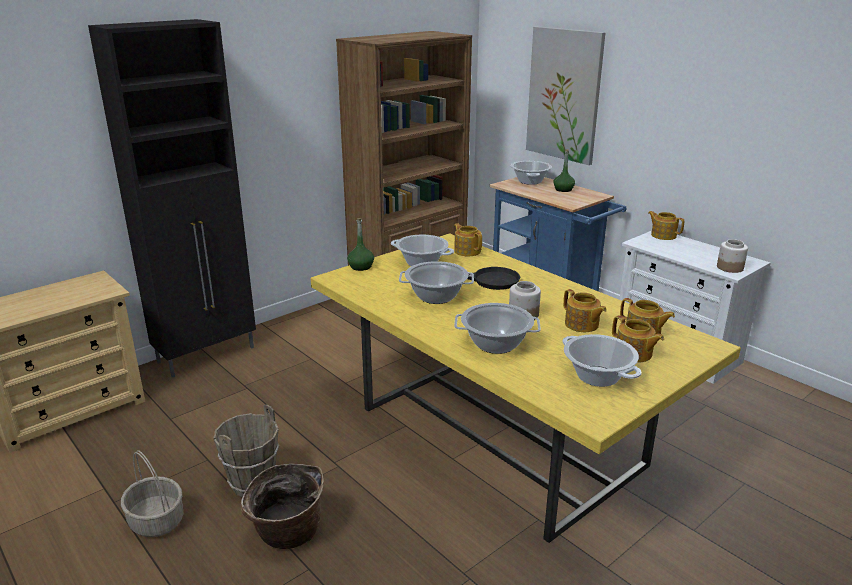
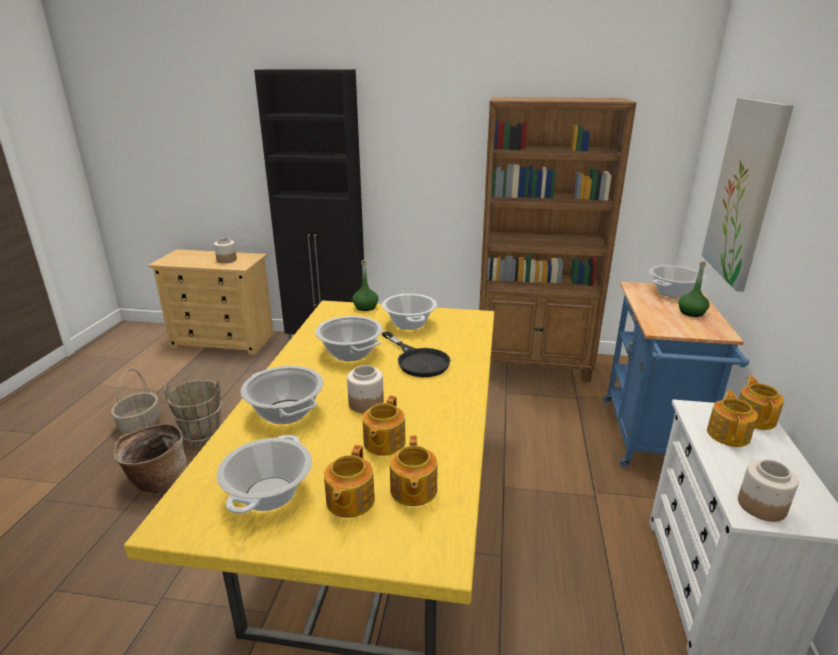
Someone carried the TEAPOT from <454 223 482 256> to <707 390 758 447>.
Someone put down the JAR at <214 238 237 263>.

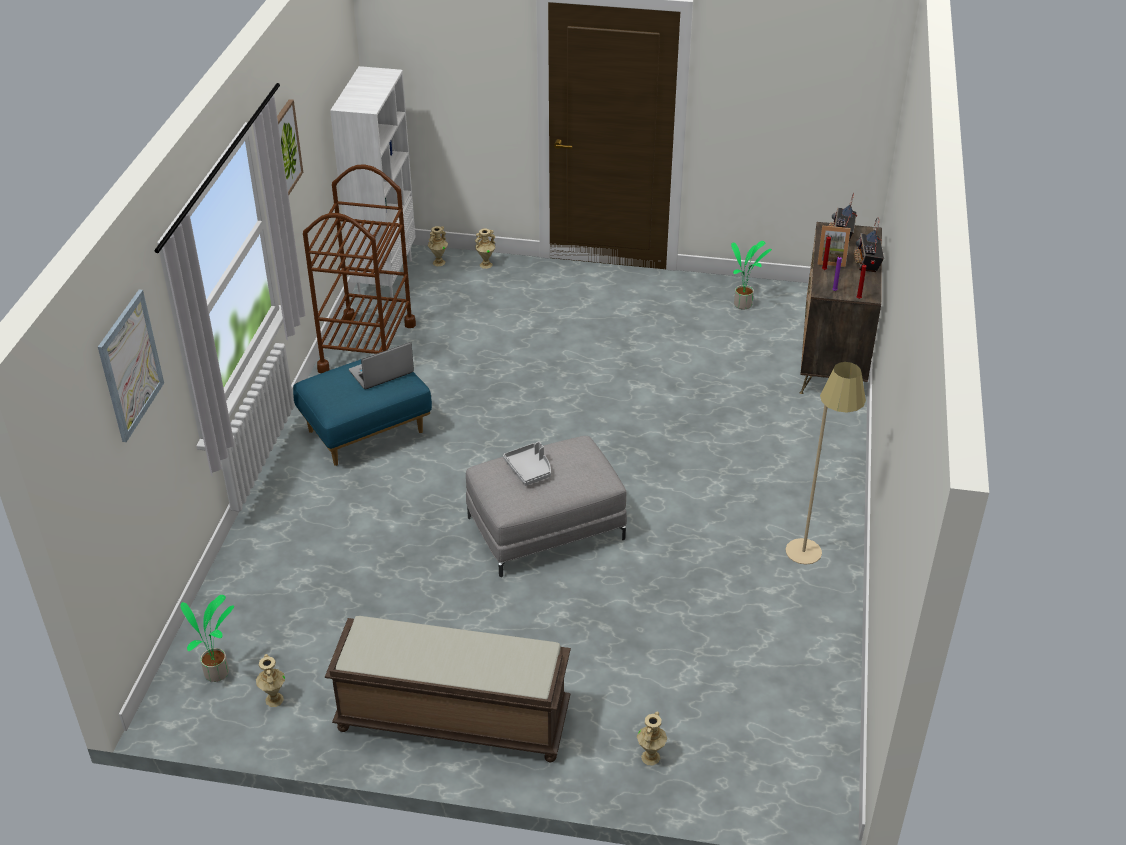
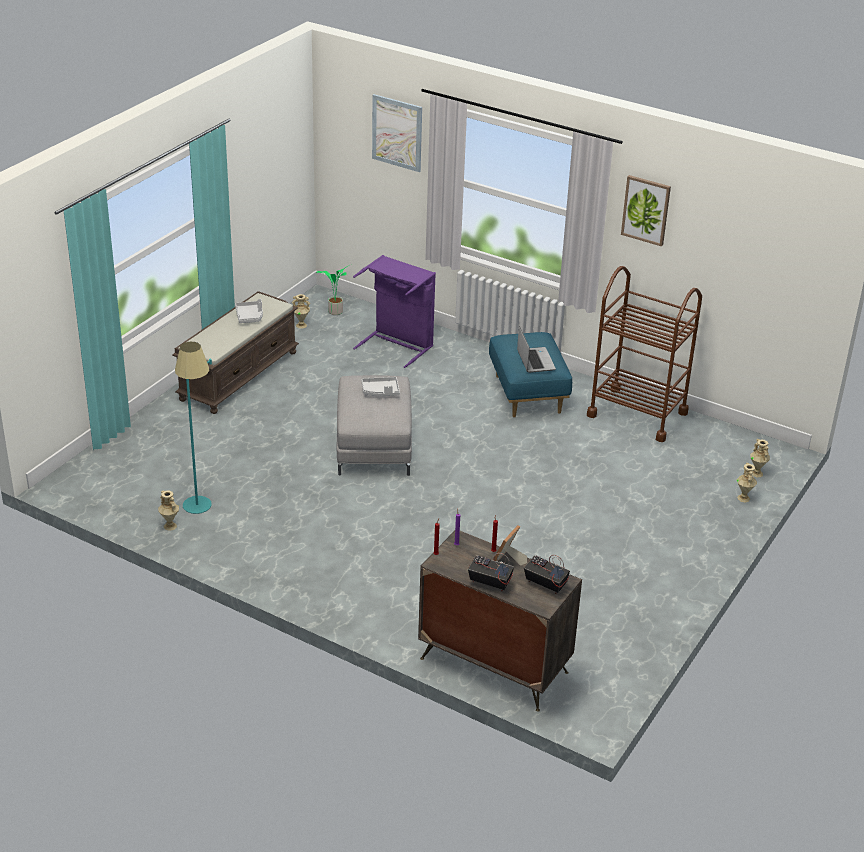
Someone took away the WHITE BOOKCASE at <330 66 416 298>.
Someone carried the BEIGE VASE from <637 711 667 765> to <158 490 179 531>.
Someone took away the POTTED PLANT at <731 241 772 310>.
Someone took away the BEIGE FLOOR LAMP at <786 362 866 565>.
Someone put down the TURQUOISE FLOOR LAMP at <175 342 212 514>.
Someone put down the GREY TRAY at <235 299 263 323>.
Someone put down the PURPLE LAUNDRY BASKET at <353 255 436 368>.

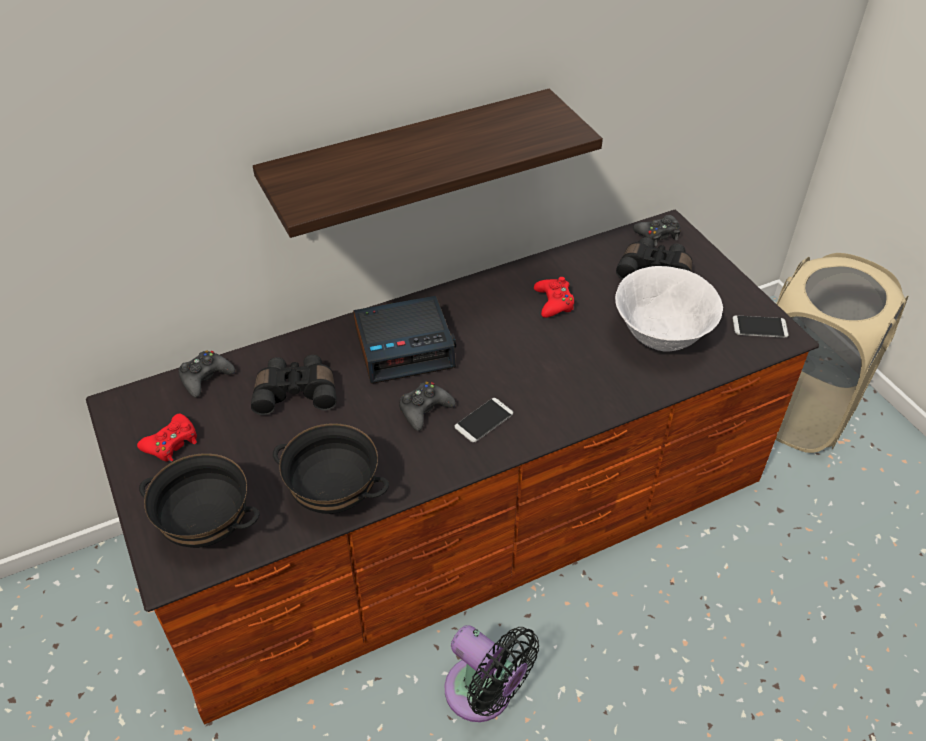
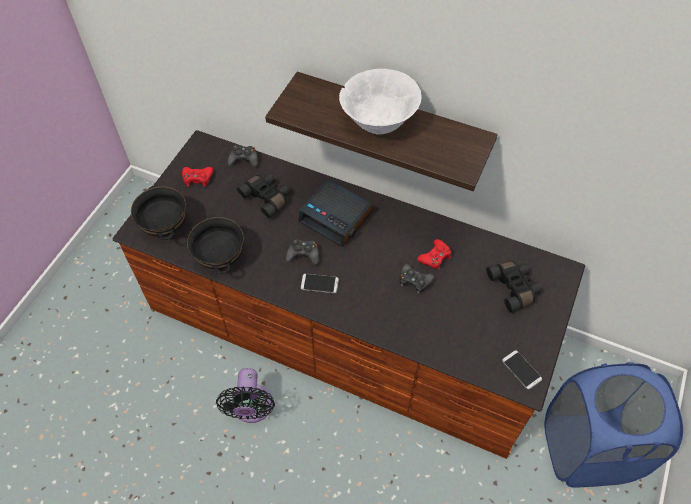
Someone carried the WHITE BOWL from <615 266 723 352> to <339 69 422 135>.
Someone carried the BLACK GAME CONTROLLER from <633 215 680 246> to <400 264 435 294>.
Someone repainted the BEIGE LAUNDRY BASKET at <775 253 908 453>, which became the BLUE LAUNDRY BASKET at <545 362 683 488>.

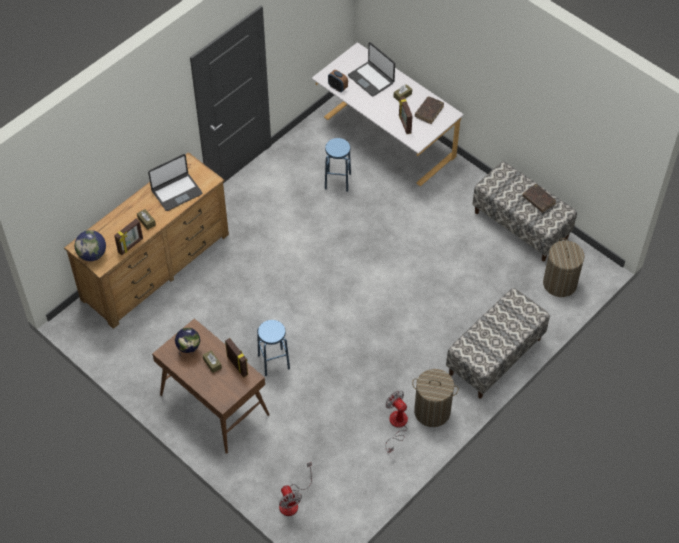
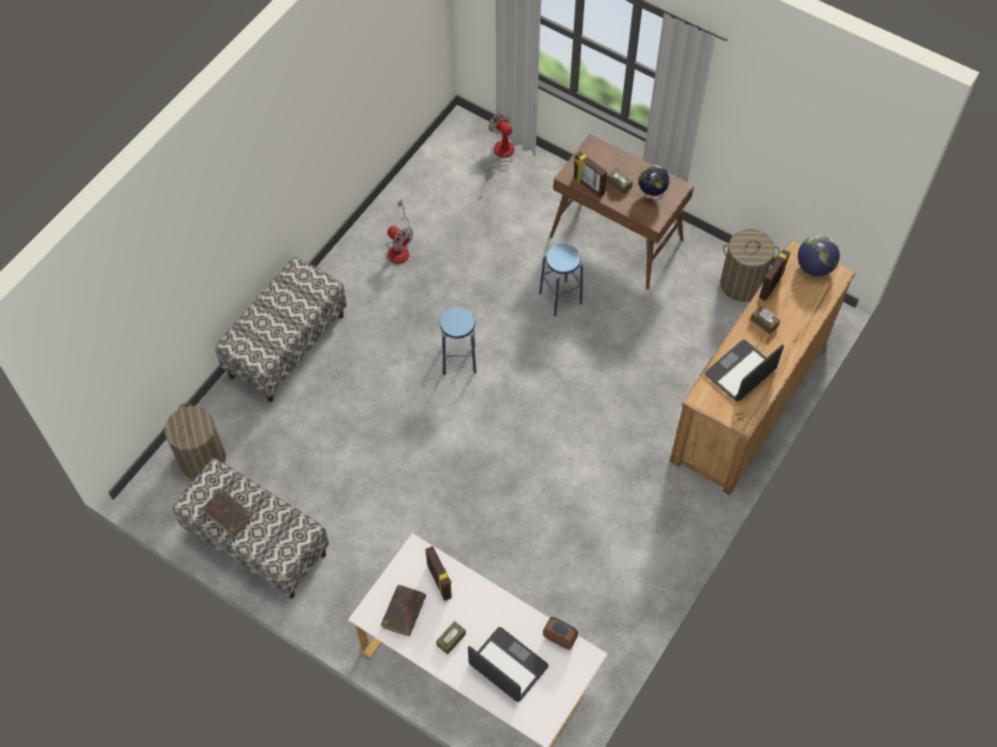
Someone carried the BLUE STOOL from <325 138 351 192> to <440 307 476 375>.
Someone carried the LAUNDRY BASKET from <412 369 459 427> to <720 229 780 302>.

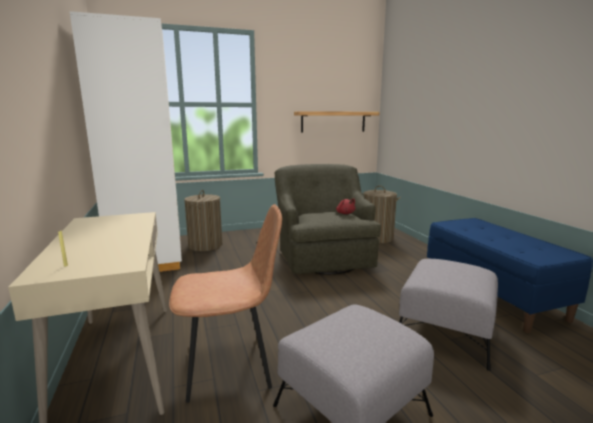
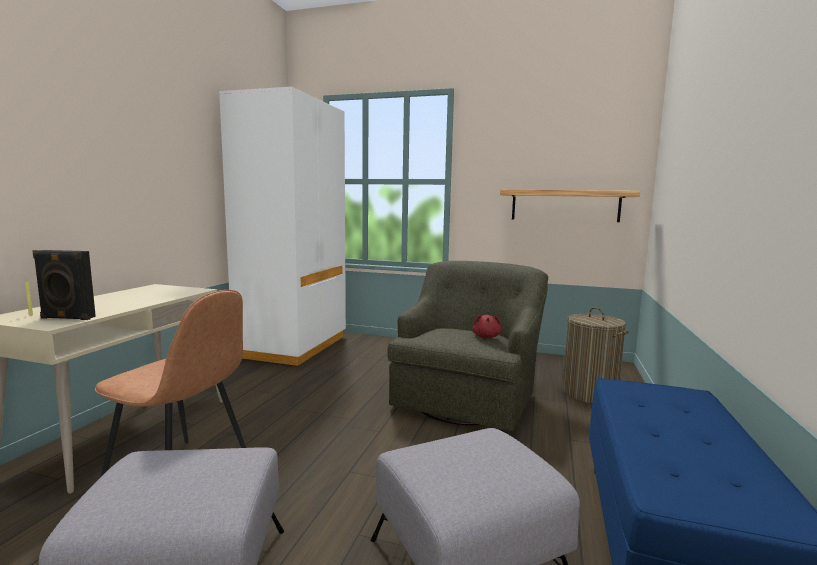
Someone took away the LAUNDRY BASKET at <184 190 222 251>.
Someone put down the BLACK SPEAKER at <32 250 96 320>.

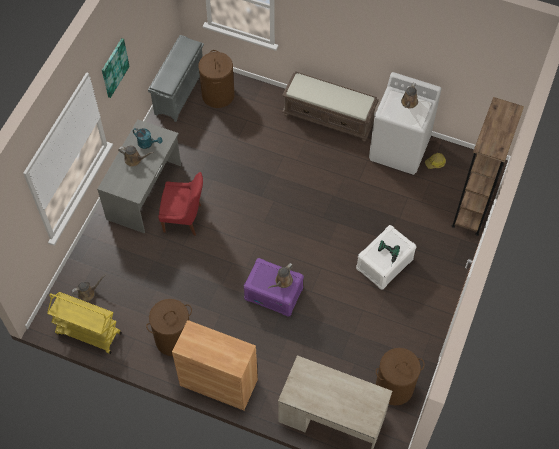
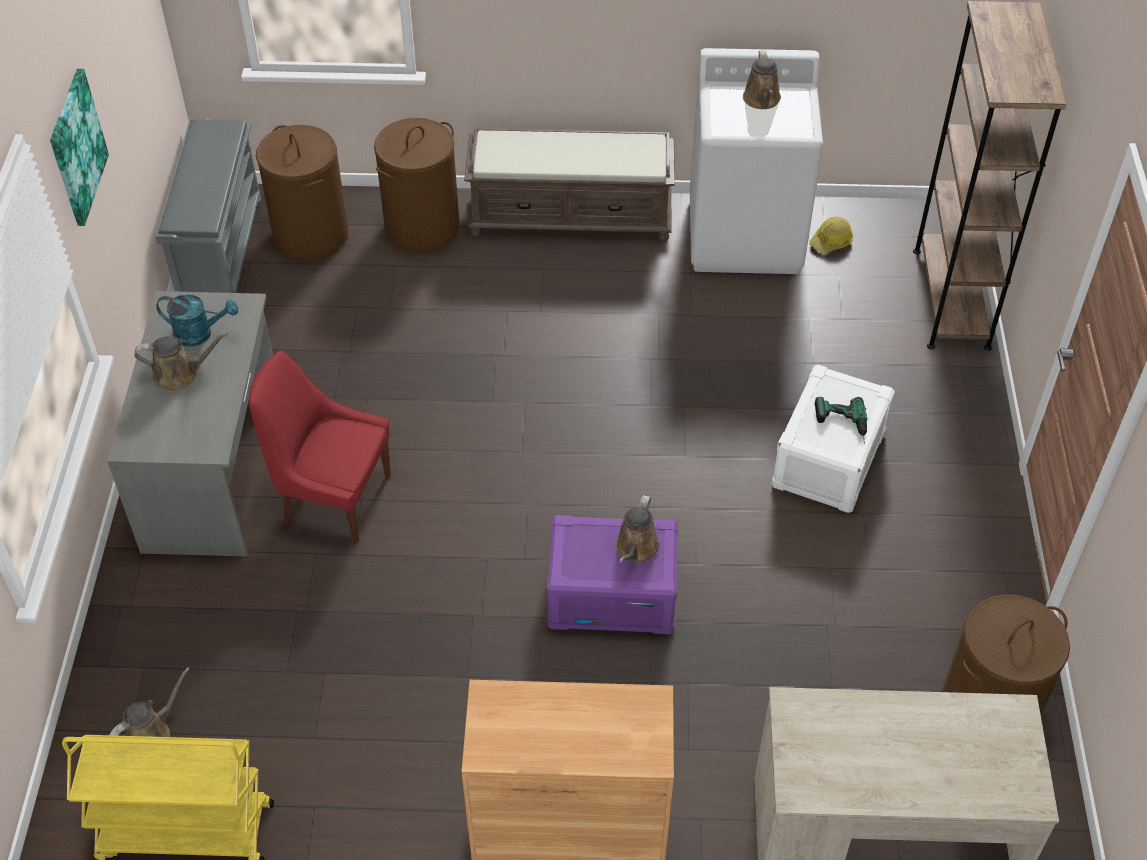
Someone carried the BROWN LAUNDRY BASKET from <146 299 192 356> to <374 118 460 253>.
Someone rotated the RED CHAIR at <158 172 203 236> by 150 degrees counterclockwise.

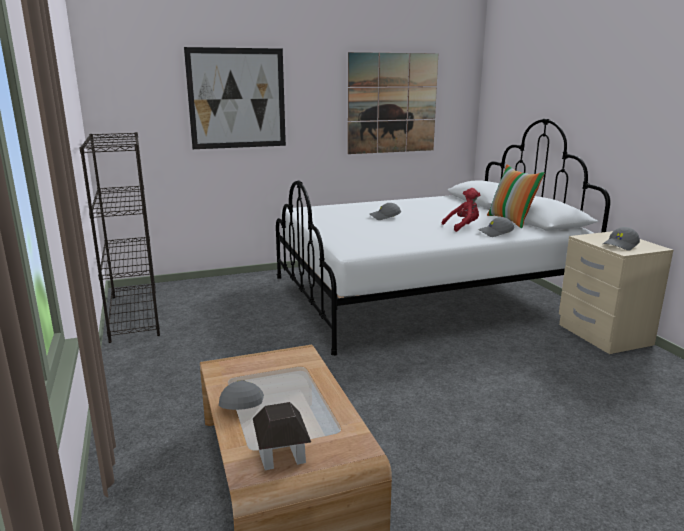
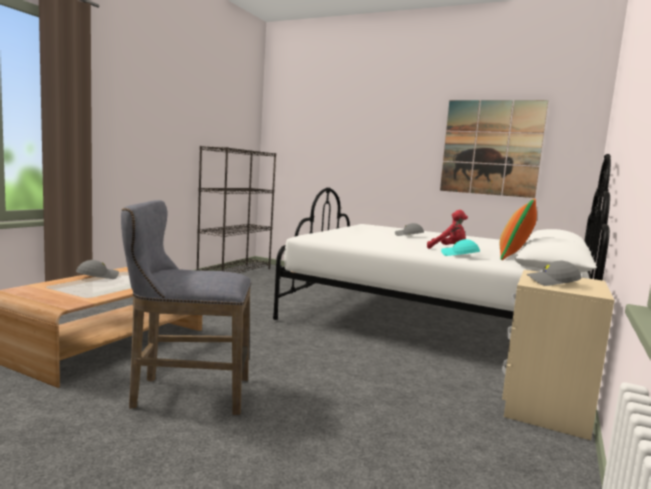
Someone took away the PICTURE at <184 47 286 149>.
Someone took away the TOY HOUSE at <253 402 311 470>.
Someone repainted the GREY CAP at <478 217 514 237>, which became the TURQUOISE CAP at <441 239 480 256>.
Someone put down the GREY STOOL at <121 200 251 415>.

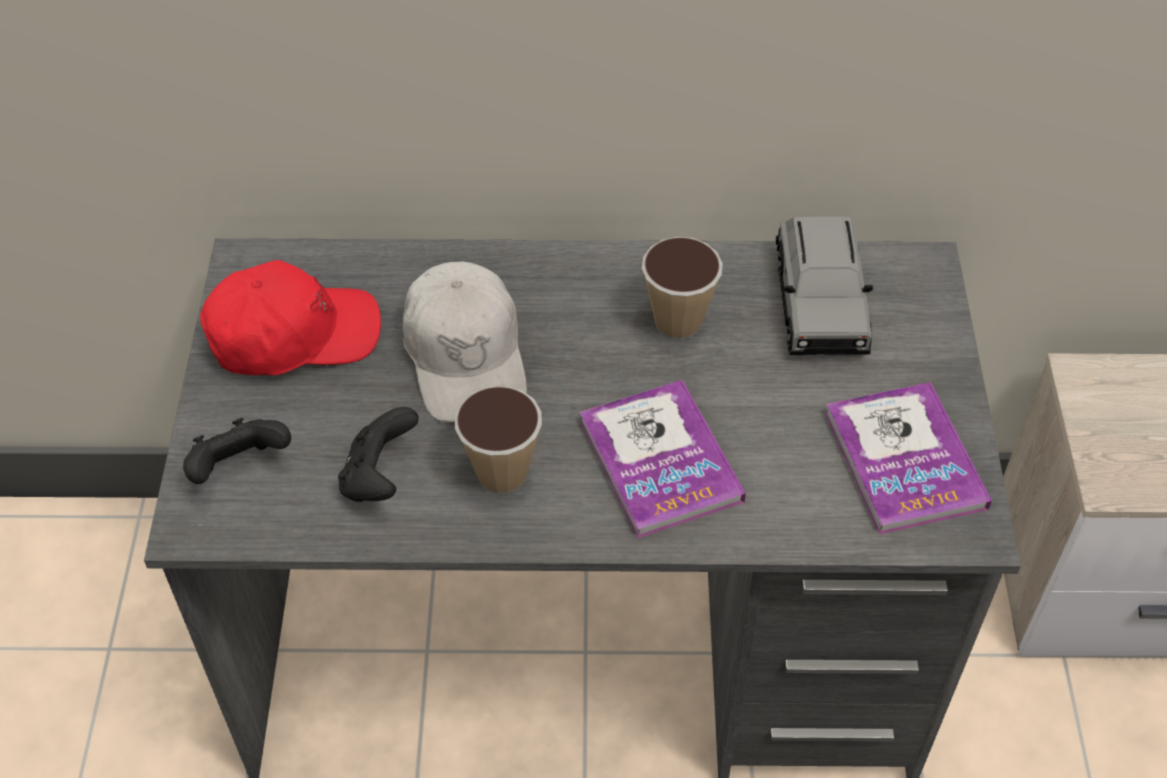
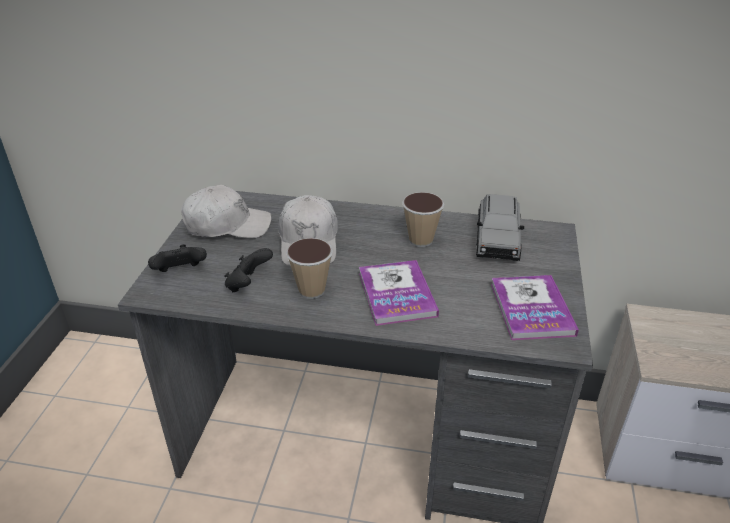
Someone repainted the RED CAP at <200 260 381 376>, which became the WHITE CAP at <181 185 272 238>.

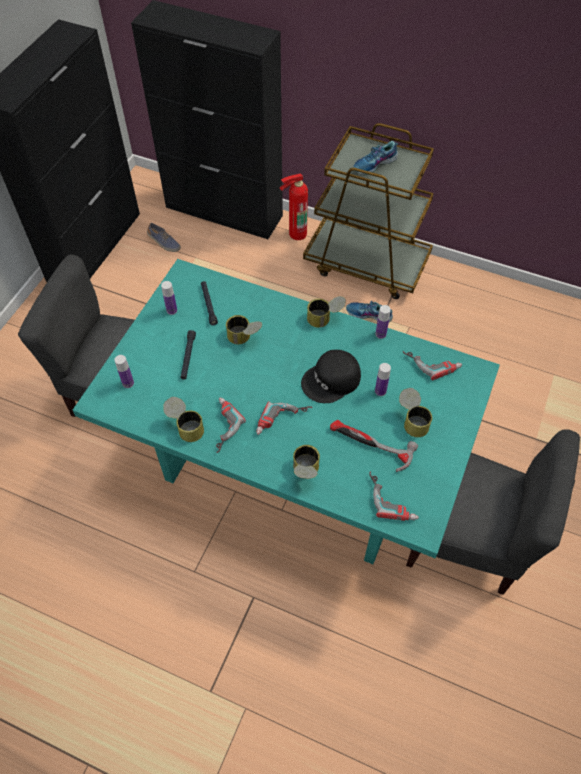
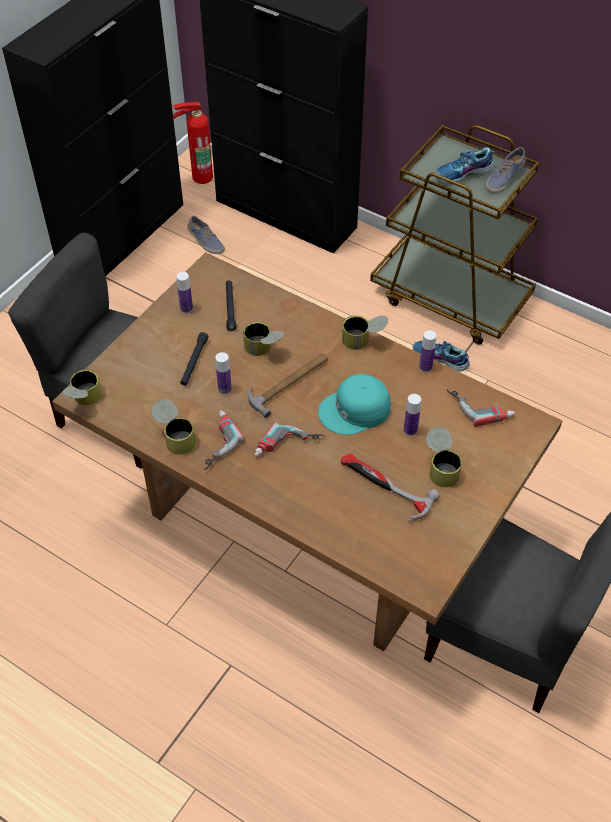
Someone repainted the TURQUOISE DINING TABLE at <73 259 500 564>, which became the BROWN DINING TABLE at <52 252 562 651>.
Someone carried the BOTTLE from <114 355 134 388> to <215 352 232 394>.
Someone carried the FIRE EXTINGUISHER from <280 174 308 240> to <173 102 213 184>.
Someone carried the CAN from <293 445 320 479> to <62 369 102 405>.
Someone repainted the BLACK CAP at <301 350 361 403>, which became the TURQUOISE CAP at <318 374 390 435>.
Someone took away the POWER DRILL at <369 472 419 521>.
Someone put down the HAMMER at <248 353 328 418>.
Someone put down the SHOE at <486 147 526 194>.

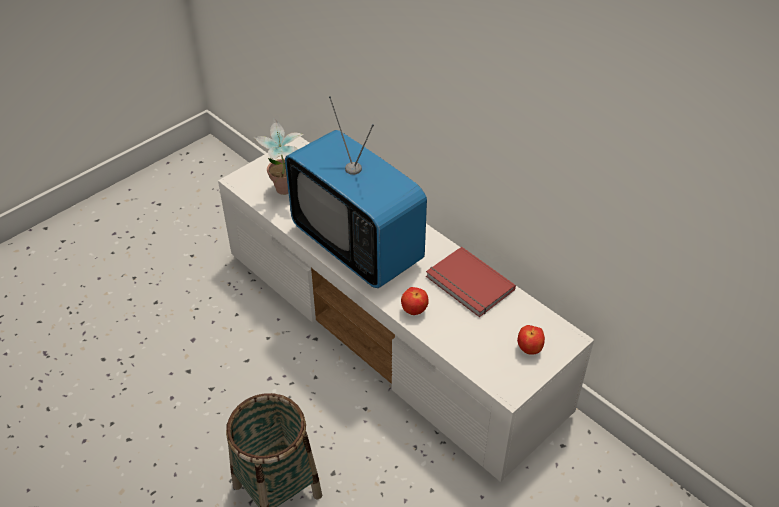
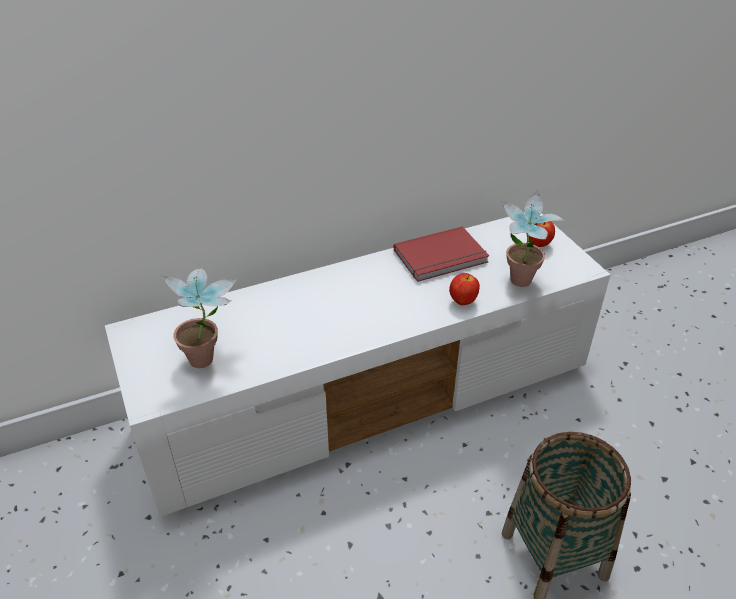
Someone took away the TELEVISION at <285 96 427 288>.
Someone put down the POTTED PLANT at <502 190 565 287>.

